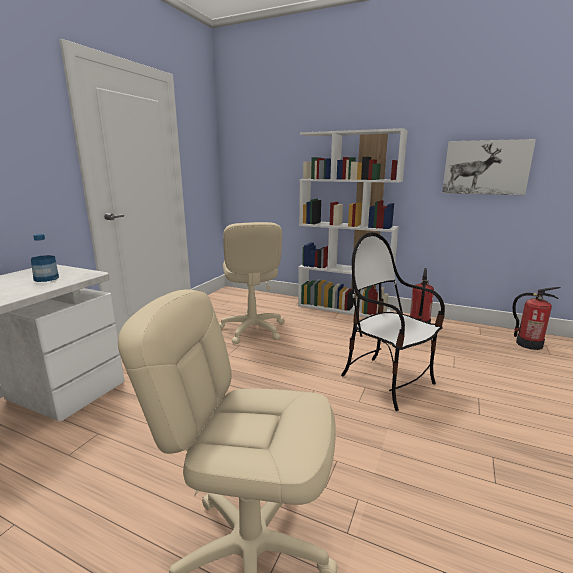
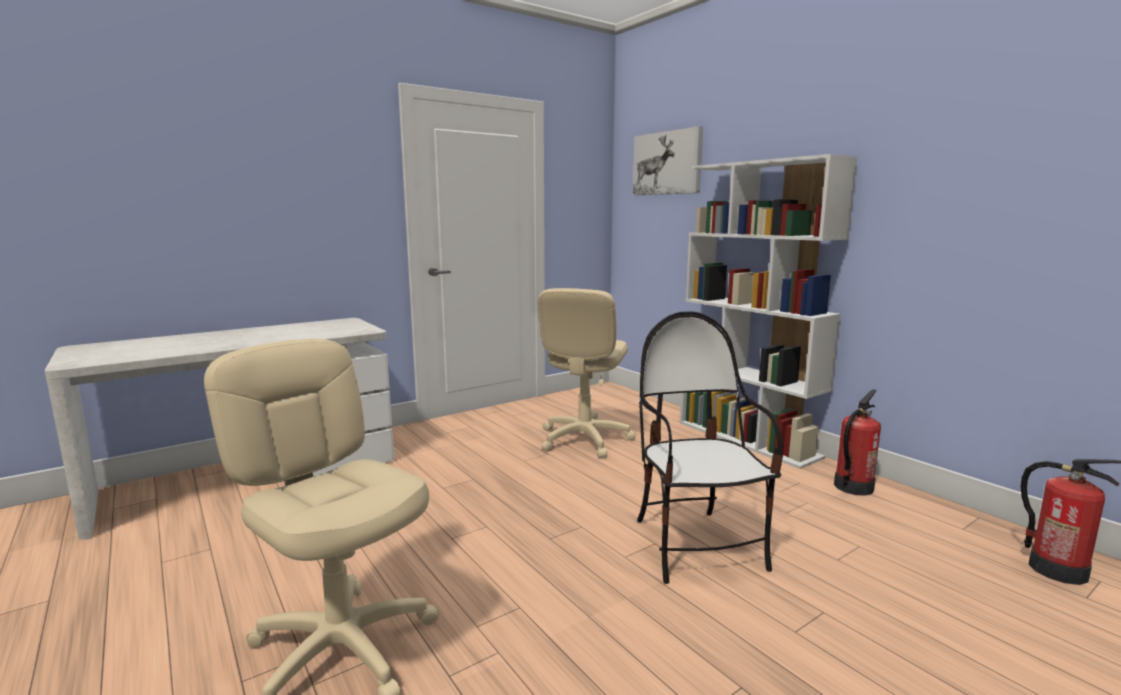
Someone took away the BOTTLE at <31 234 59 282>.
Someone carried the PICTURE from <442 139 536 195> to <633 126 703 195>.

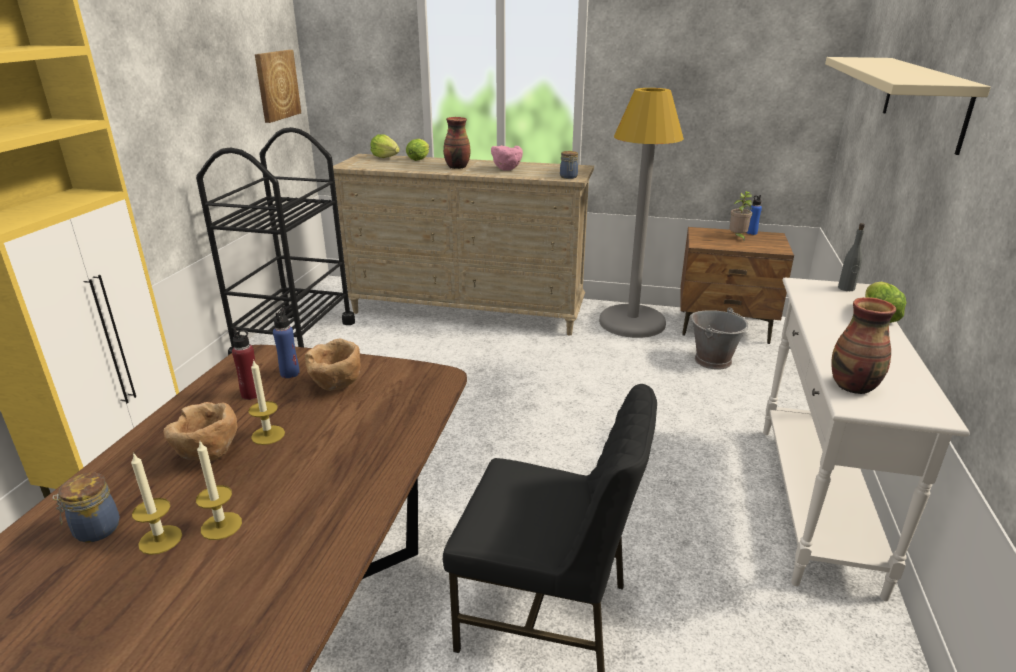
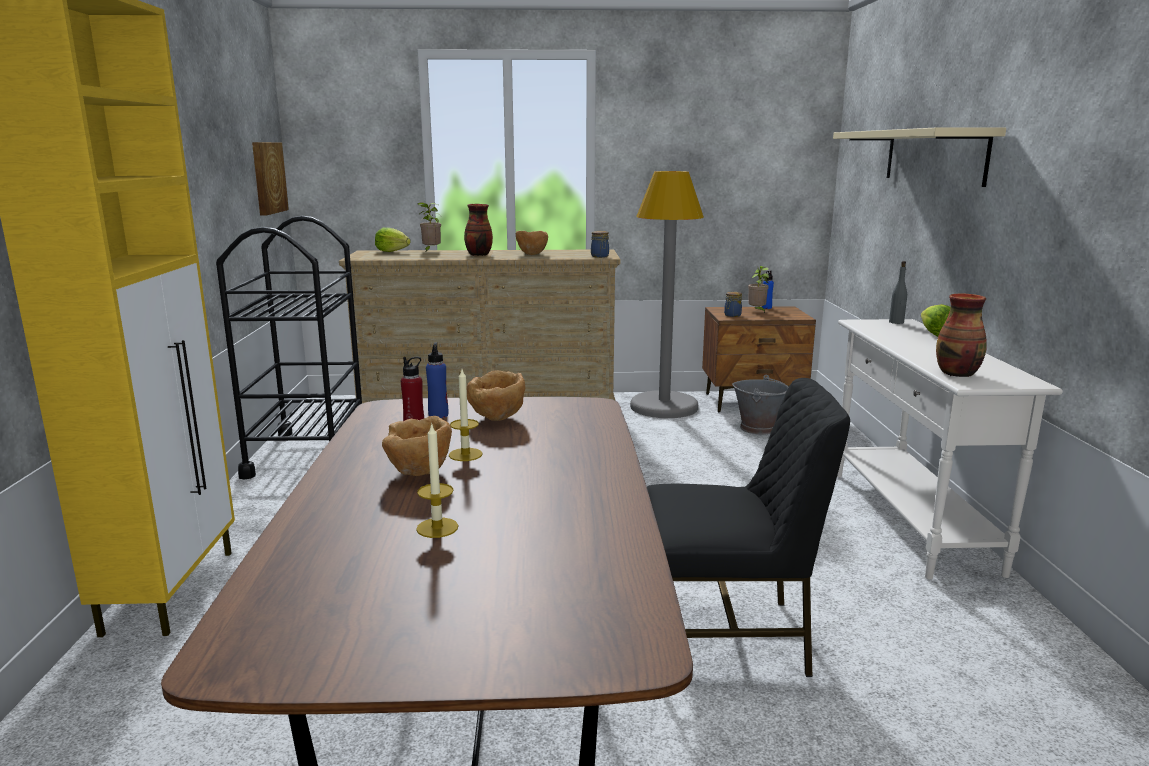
Someone carried the JAR from <53 473 120 543> to <724 292 742 317>.
Someone took away the CANDLE at <196 441 242 540>.
Someone swapped the LETTUCE at <406 139 429 161> for the POTTED PLANT at <418 202 441 253>.
Someone repainted the PINK BOWL at <491 145 523 171>, which became the BROWN BOWL at <516 231 548 255>.

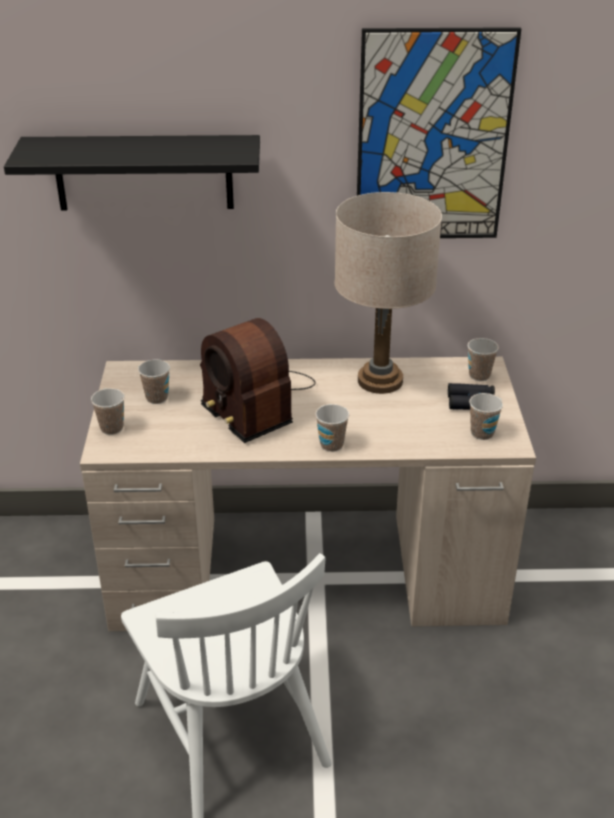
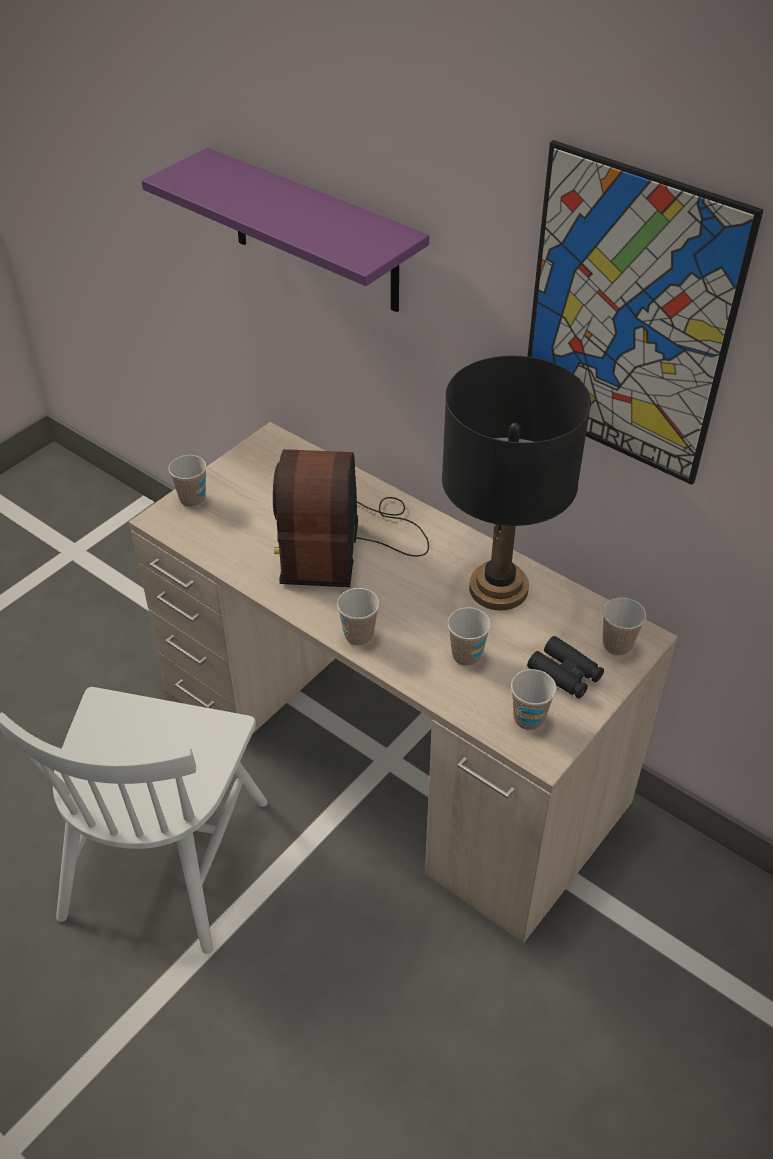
Someone repainted the BLACK SHELF at <4 135 260 211>, which became the PURPLE SHELF at <141 148 429 312>.
Someone carried the CUP from <138 359 170 404> to <447 607 491 666>.
Someone repainted the BEIGE TABLE LAMP at <335 192 442 394>, which became the BLACK TABLE LAMP at <442 356 591 610>.

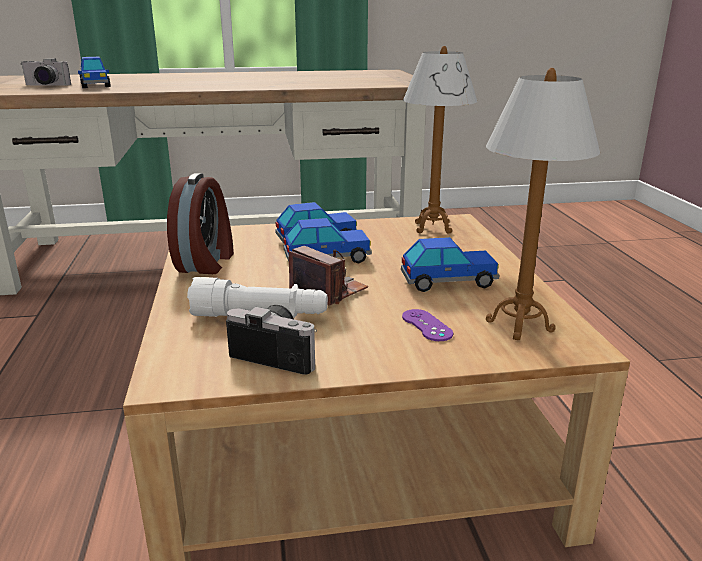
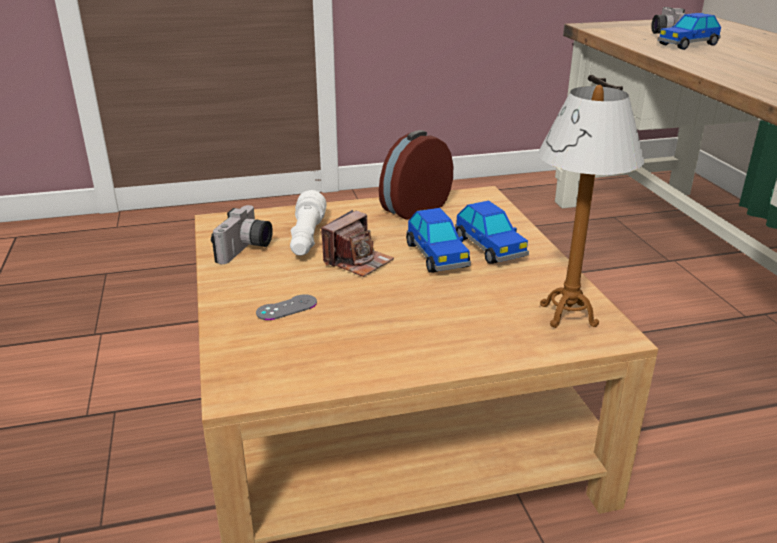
Someone rotated the ALARM CLOCK at <167 173 234 274> by 135 degrees clockwise.
Someone took away the TOY CAR at <401 237 499 292>.
Someone repainted the PURPLE GAME CONTROLLER at <402 309 453 341>, which became the GREY GAME CONTROLLER at <256 294 317 320>.
Someone took away the TABLE LAMP at <486 68 600 340>.

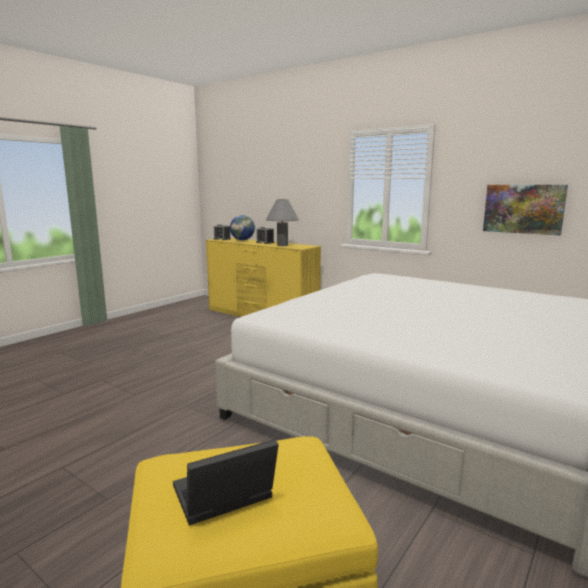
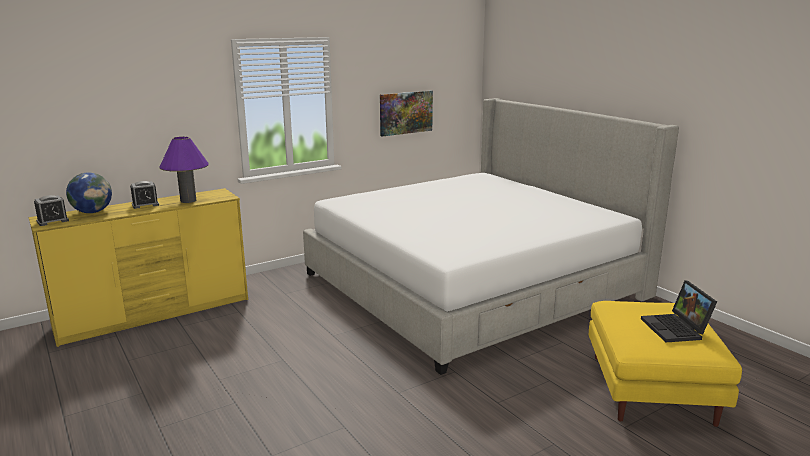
Someone repainted the GREY TABLE LAMP at <266 199 299 246>, which became the PURPLE TABLE LAMP at <159 136 209 203>.

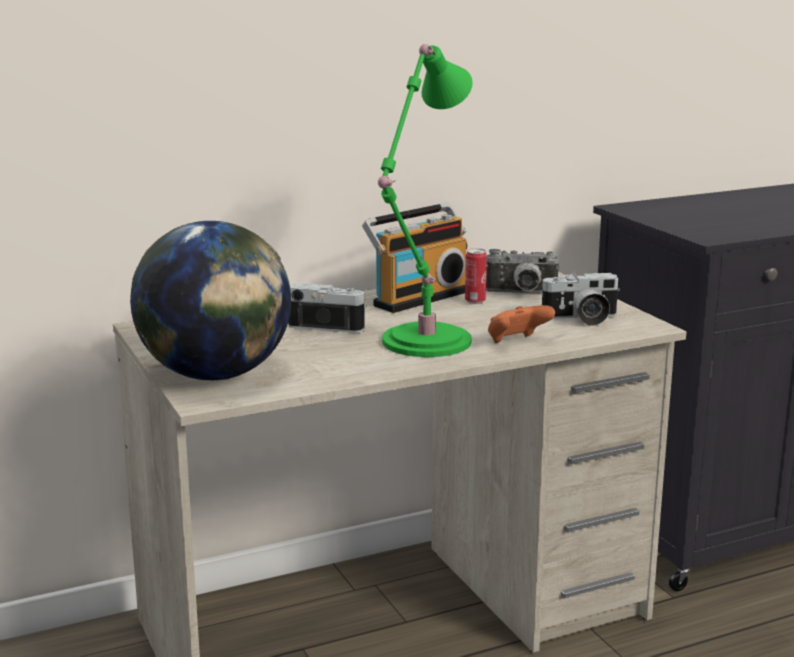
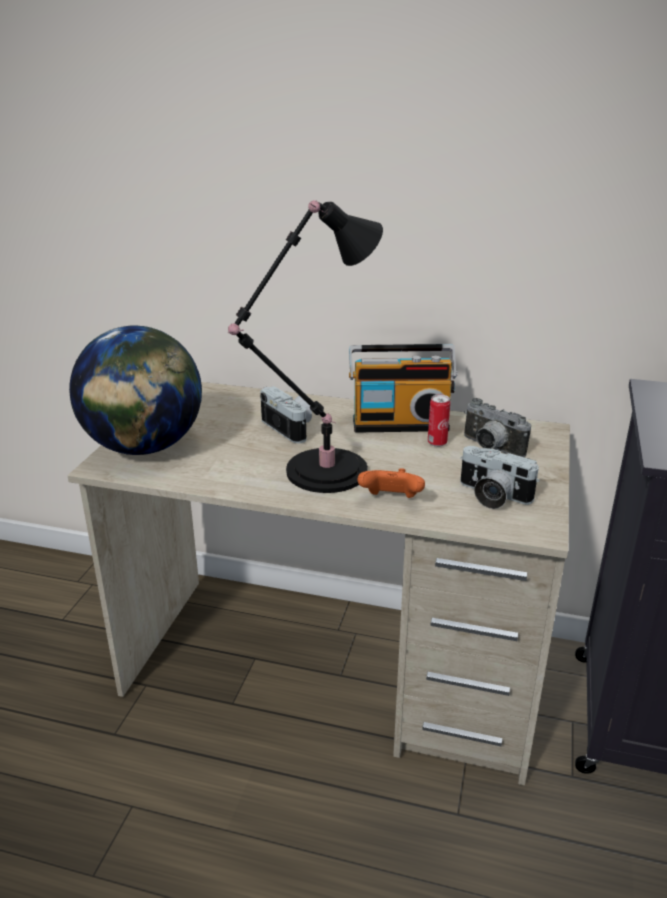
Someone repainted the GREEN TABLE LAMP at <378 44 473 357>, which became the BLACK TABLE LAMP at <228 200 383 493>.

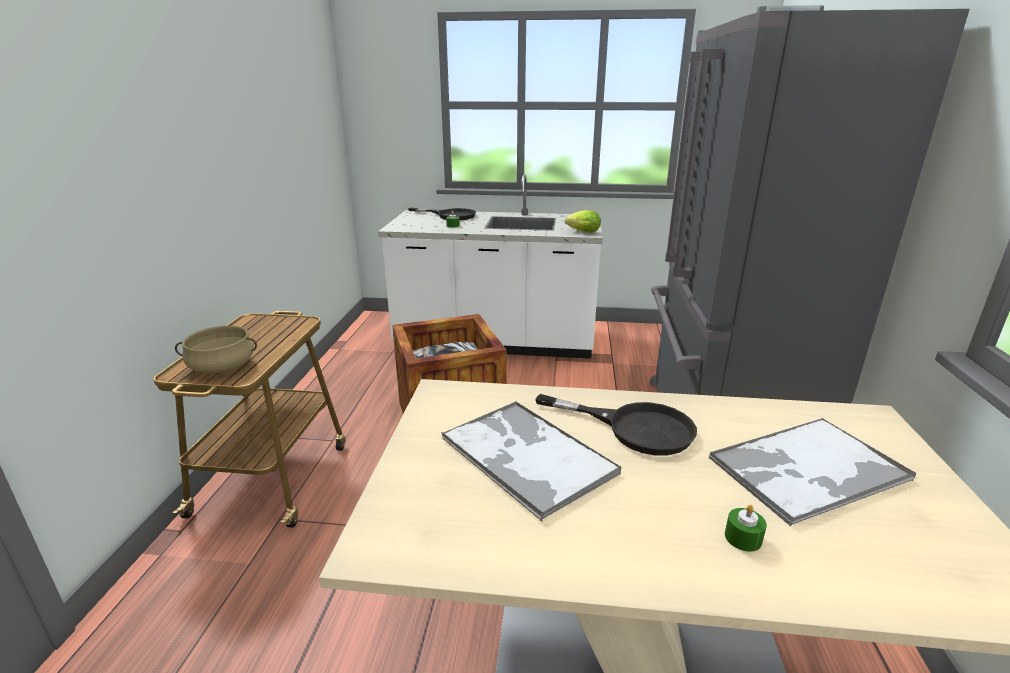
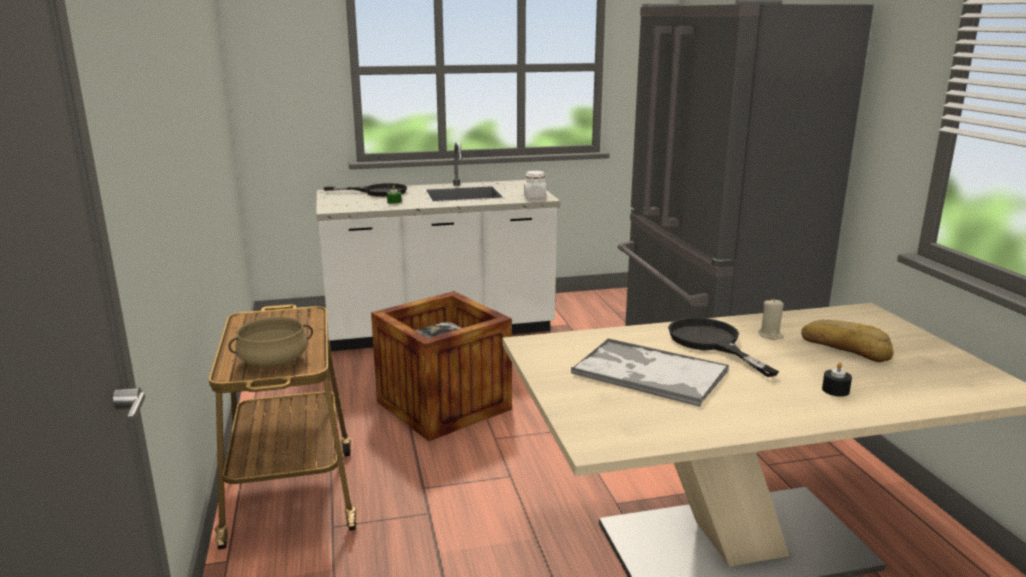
Someone rotated the BLACK FRYING PAN at <535 394 697 455> by 120 degrees counterclockwise.
Someone swapped the LETTUCE at <565 210 601 233> for the WHITE JAR at <524 171 546 199>.
Someone swapped the TRAY at <708 418 916 526> for the BREAD at <801 320 894 362>.
Someone repainted the GREEN CANDLE at <725 505 767 552>, which became the BLACK CANDLE at <822 362 852 397>.
Someone put down the BEIGE CANDLE at <758 298 784 340>.

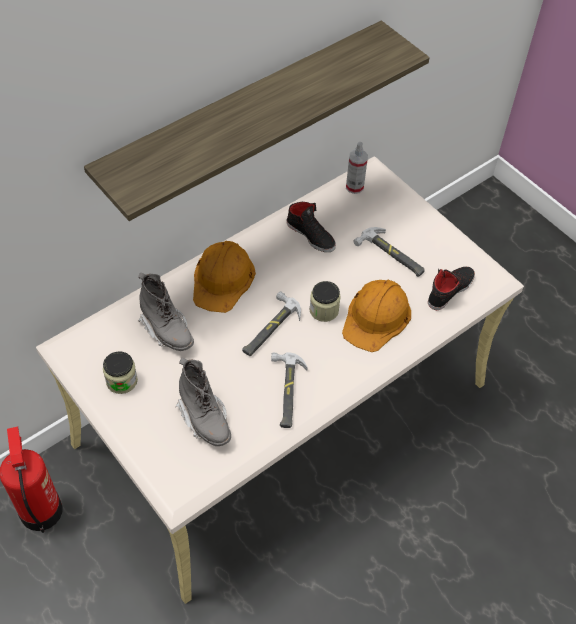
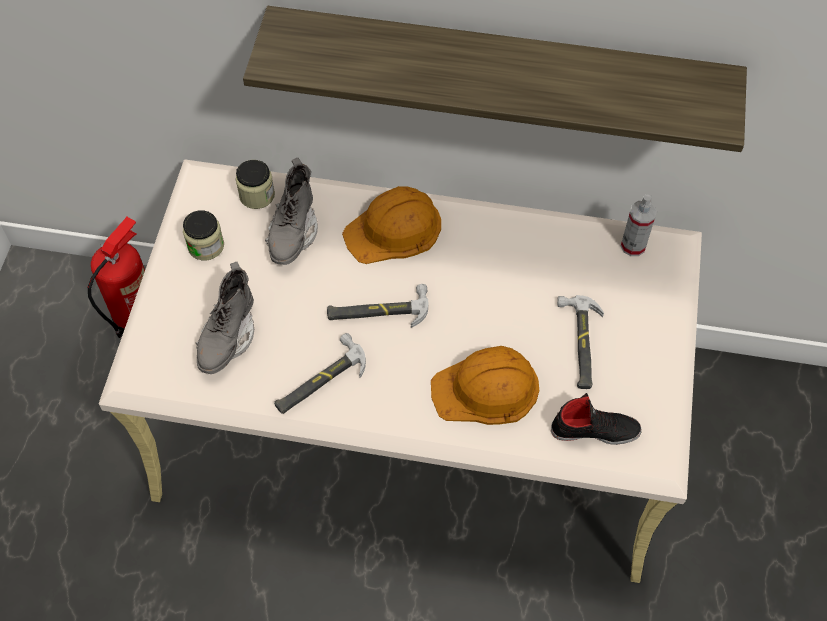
Someone took away the BLACK SHOE at <286 202 336 252>.
Someone carried the JAR from <309 281 341 322> to <236 160 275 209>.

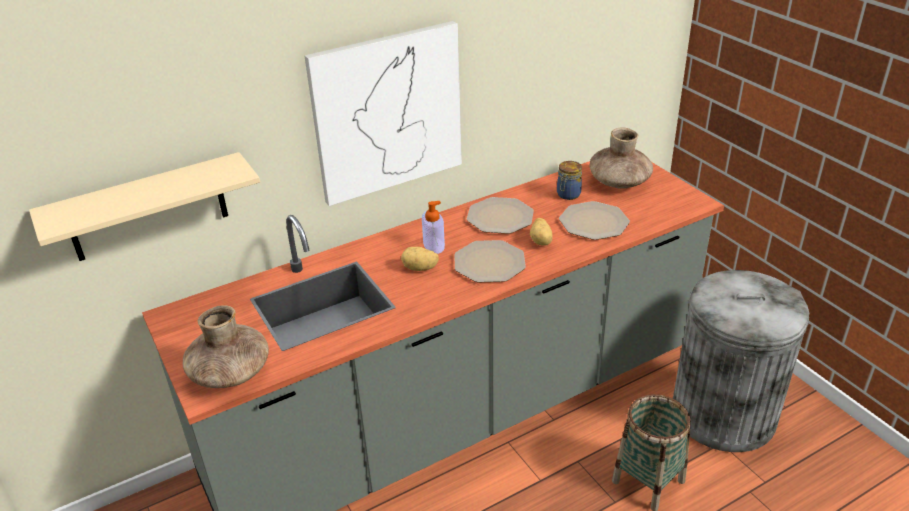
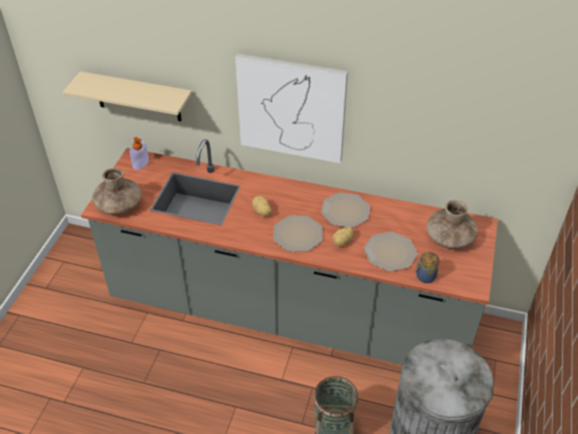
Someone carried the SOAP DISPENSER from <422 201 445 254> to <129 137 149 170>.
Someone carried the JAR from <557 161 582 200> to <415 252 439 283>.

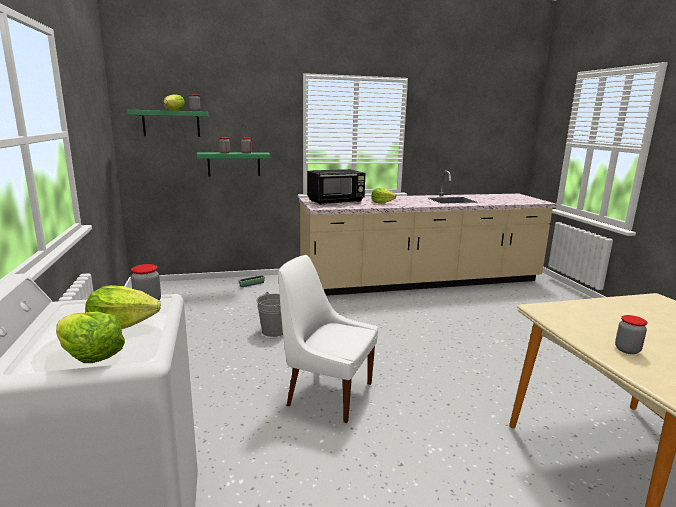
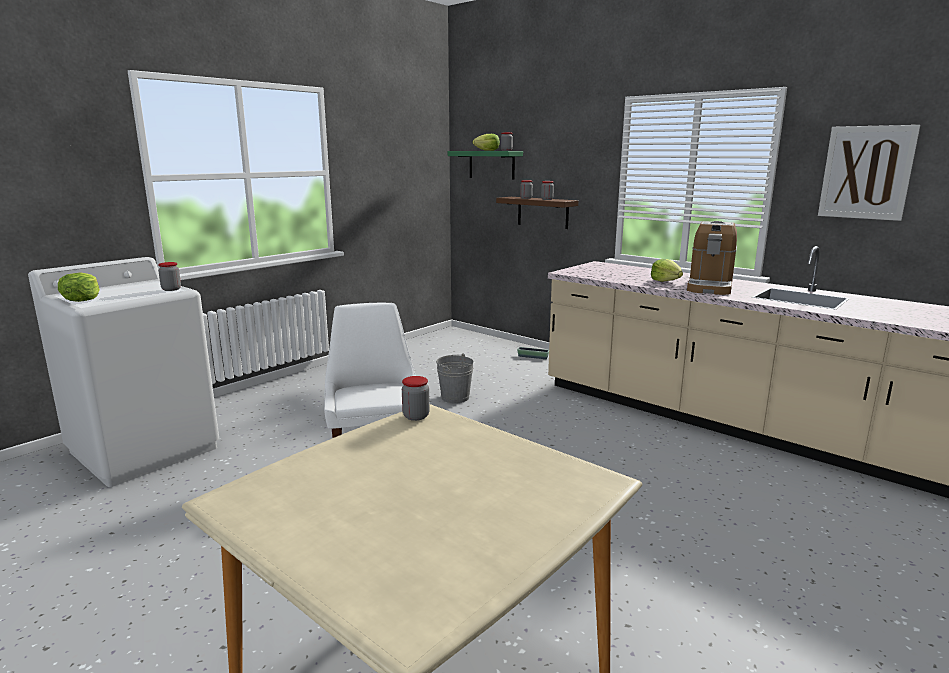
Someone took away the LETTUCE at <85 285 161 329>.
Someone repainted the GREEN SHELF at <197 152 270 176>, which became the BROWN SHELF at <496 197 578 229>.
Someone took away the BLACK MICROWAVE at <307 169 365 205>.
Someone carried the JAR from <615 315 647 354> to <402 376 430 421>.
Someone put down the COFFEE MACHINE at <687 221 737 295>.
Someone put up the PICTURE at <818 125 920 221>.

